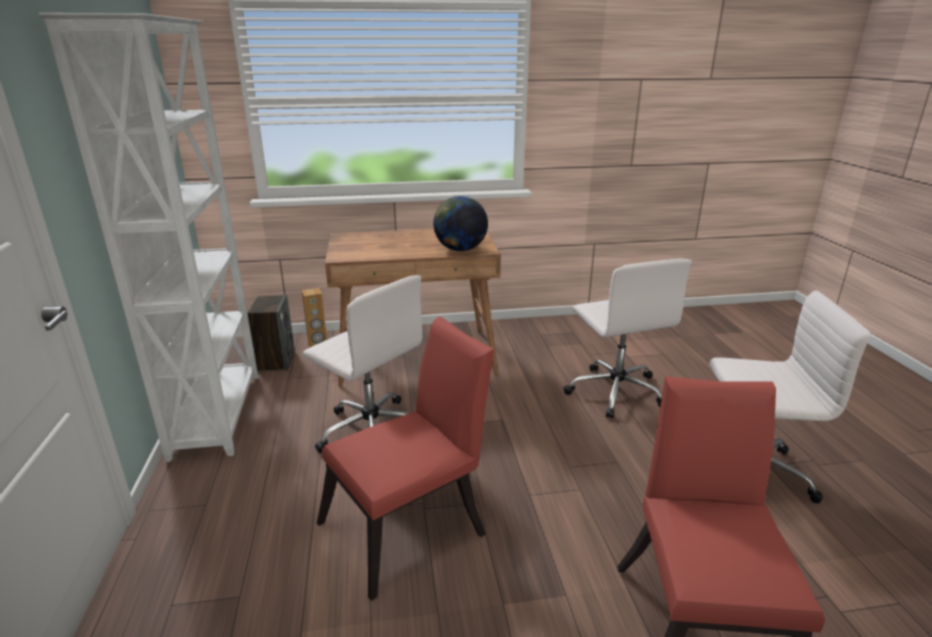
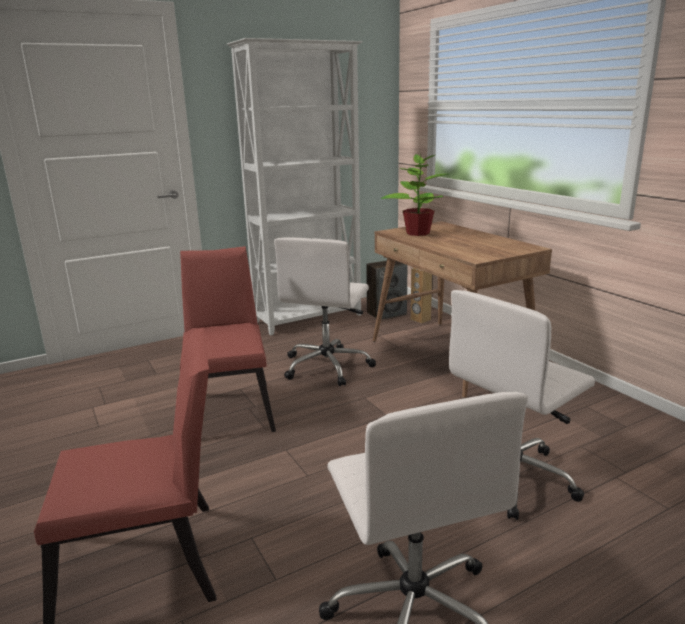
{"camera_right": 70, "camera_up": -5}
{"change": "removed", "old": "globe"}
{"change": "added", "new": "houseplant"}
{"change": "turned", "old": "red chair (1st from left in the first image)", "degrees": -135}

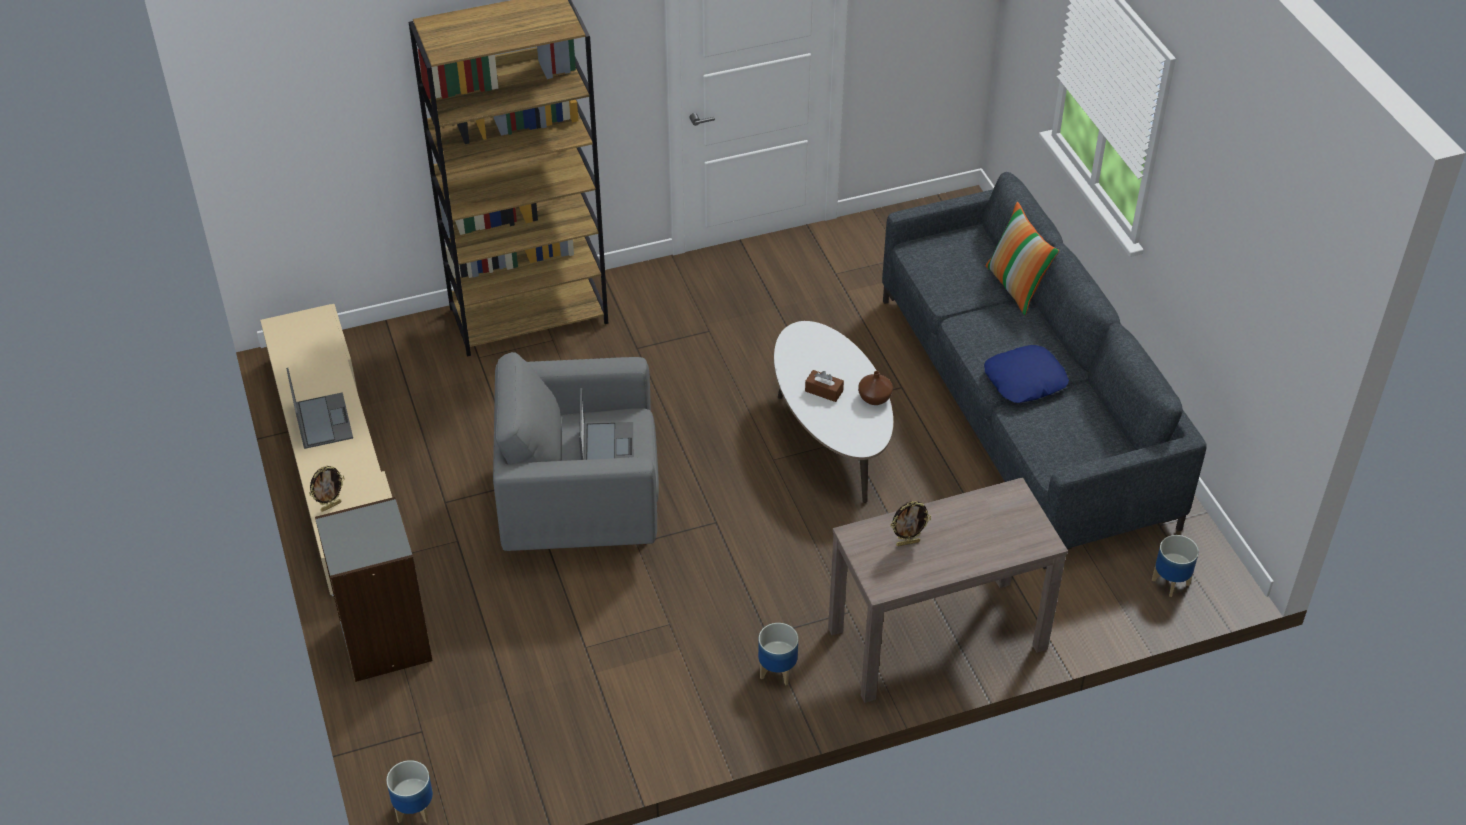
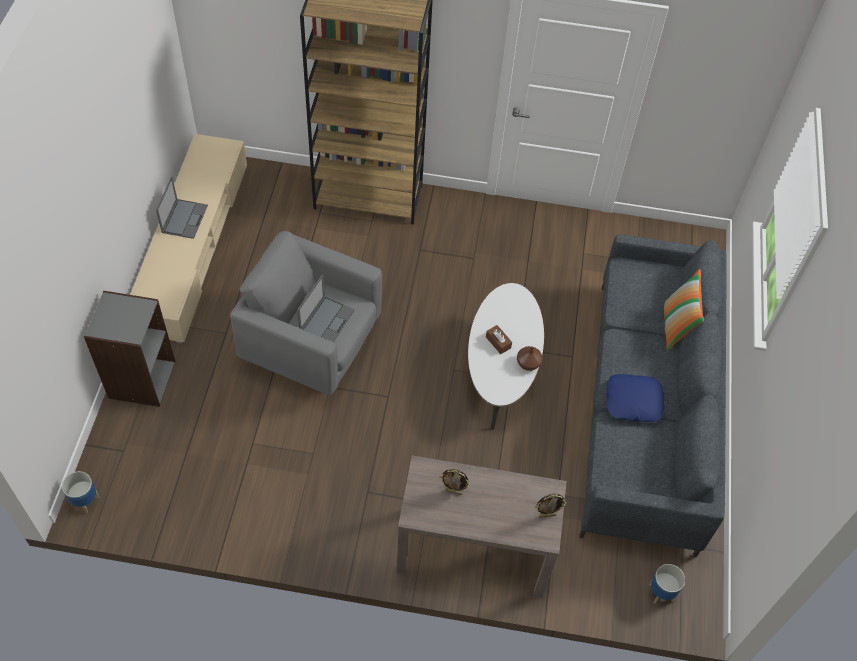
{"camera_right": 25, "camera_up": 10}
{"change": "removed", "old": "flower pot (2nd from left)"}
{"change": "moved", "old": "picture frame (1st from left in the first image)", "new": "picture frame (2nd from left)"}

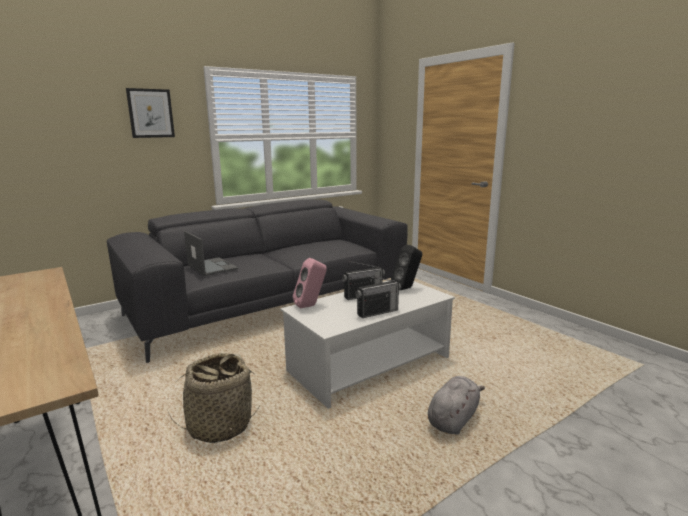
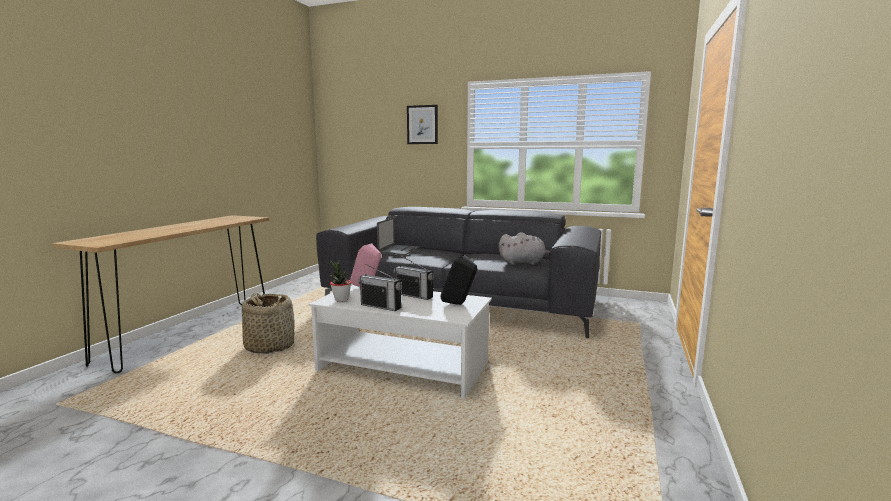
{"camera_right": 55, "camera_up": -5}
{"change": "added", "new": "houseplant"}
{"change": "moved", "old": "grey plush toy"}

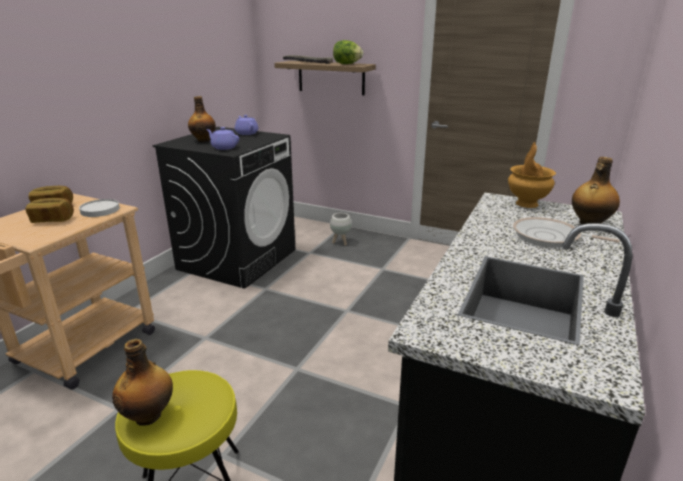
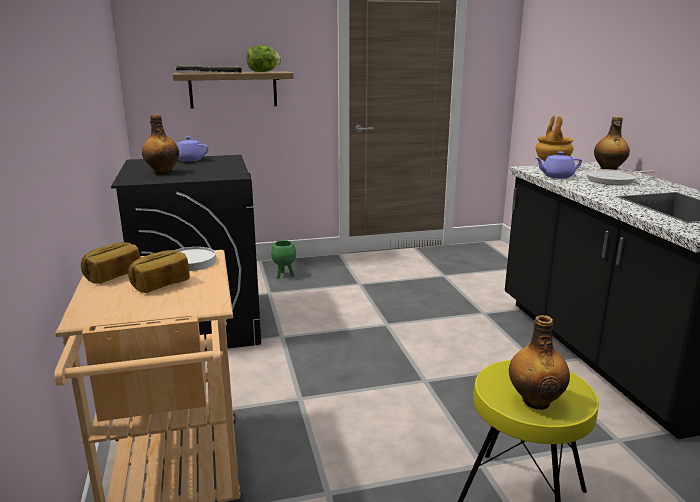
{"camera_right": -40, "camera_up": -5}
{"change": "moved", "old": "purple pot for tea (1st from left in the first image)", "new": "purple pot for tea (2nd from left)"}
{"change": "recoloured", "old": "white flower pot", "new": "green flower pot"}

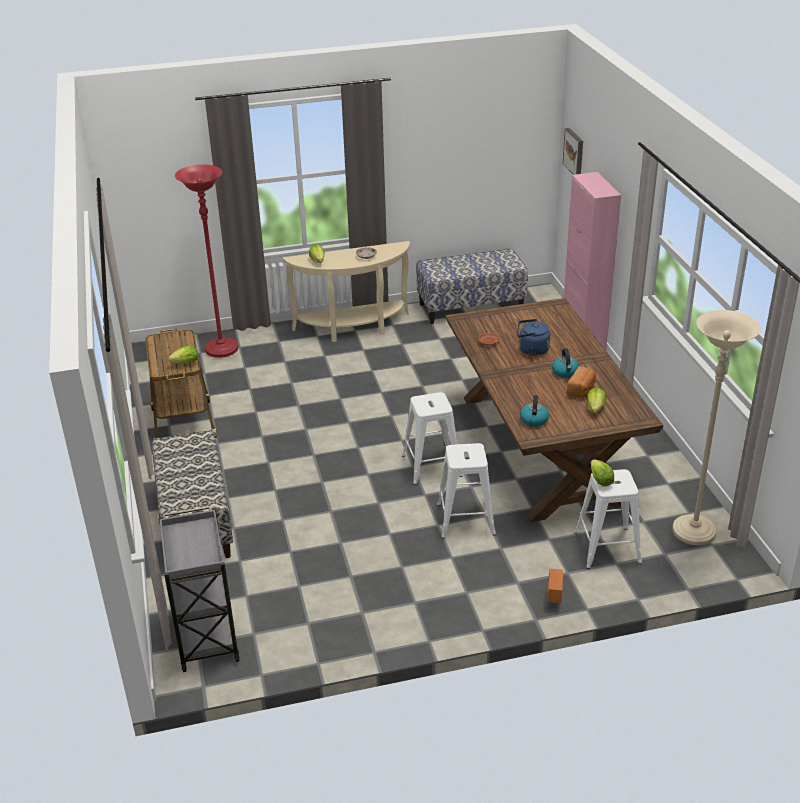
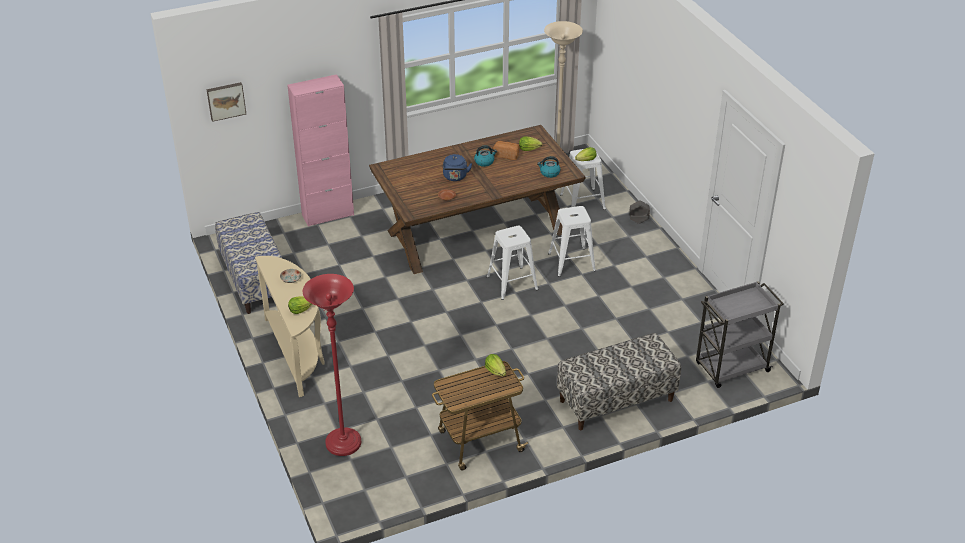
{"camera_right": -100, "camera_up": 5}
{"change": "recoloured", "old": "orange flower pot", "new": "grey flower pot"}

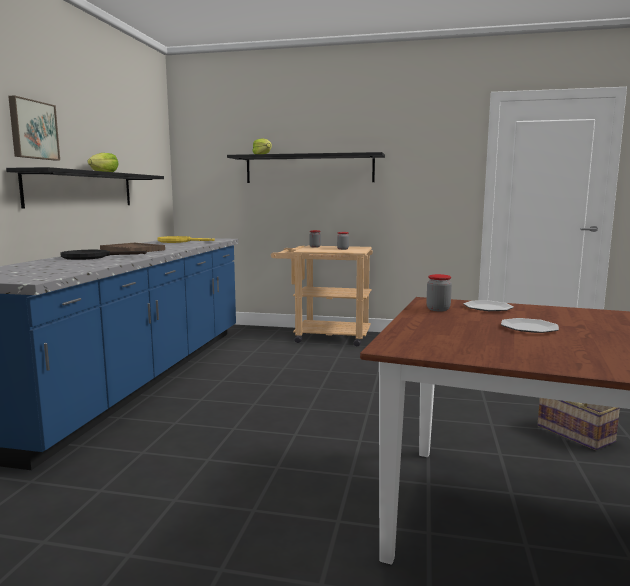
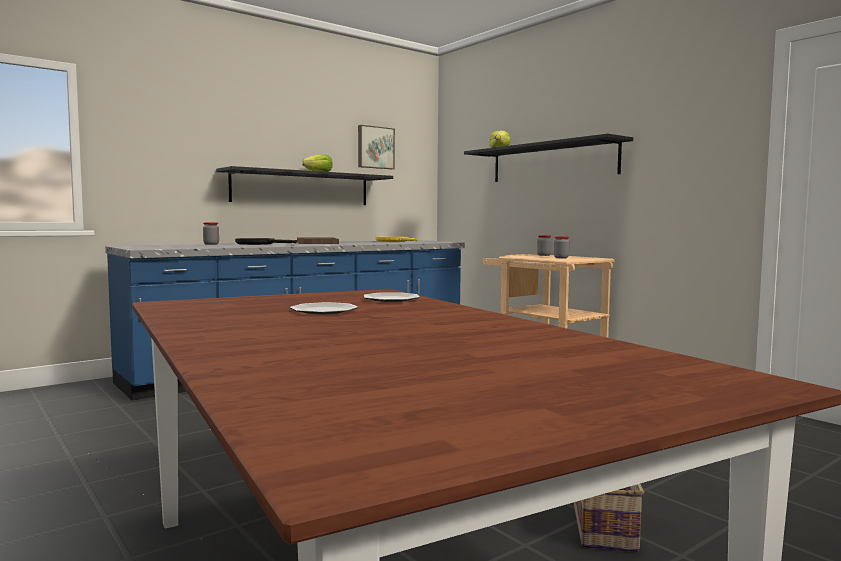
{"camera_right": 40, "camera_up": -5}
{"change": "moved", "old": "wall art"}
{"change": "moved", "old": "jar (3rd from left in the first image)", "new": "jar (1st from left)"}

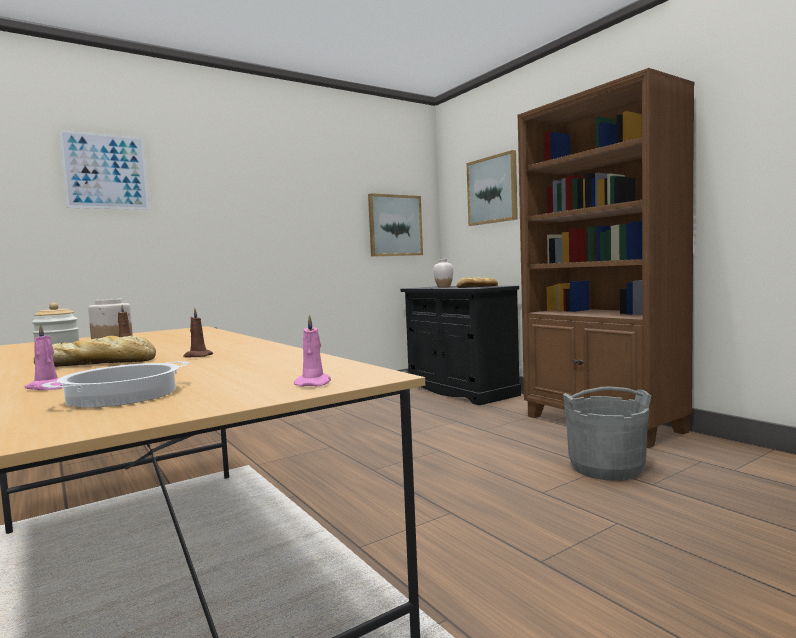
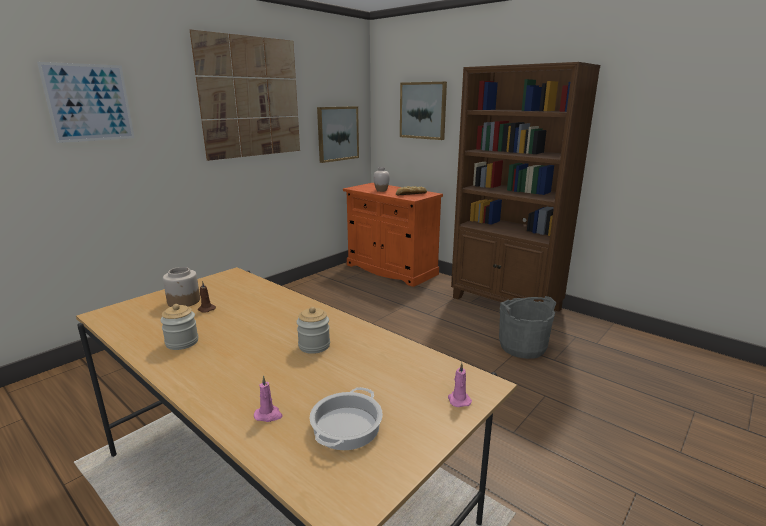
{"camera_right": -15, "camera_up": 15}
{"change": "removed", "old": "bakery bread (1st from left)"}
{"change": "added", "new": "wall art (2nd from left)"}
{"change": "replaced", "old": "brown-coloured candle (2nd from left)", "new": "jar (3rd from left)"}
{"change": "recoloured", "old": "blackish storage cabinet", "new": "orange storage cabinet"}

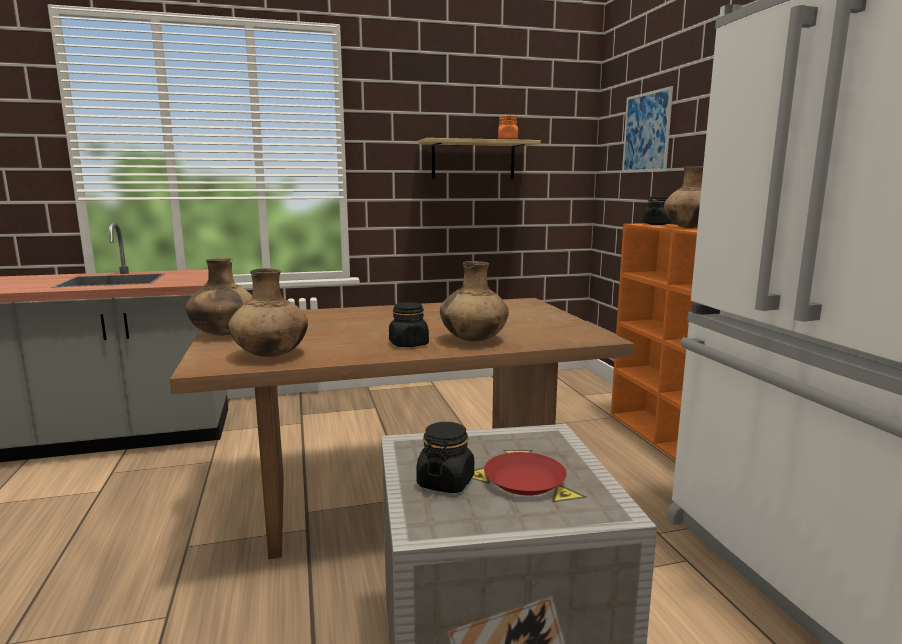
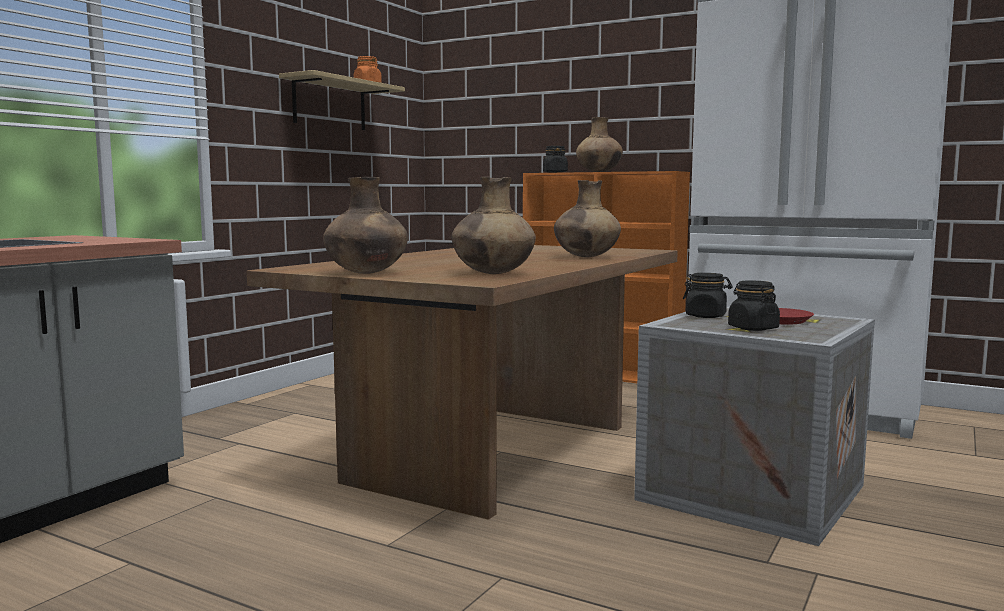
{"camera_right": -45, "camera_up": -5}
{"change": "removed", "old": "wall art"}
{"change": "moved", "old": "blackish jar (1st from left in the first image)", "new": "blackish jar (2nd from left)"}

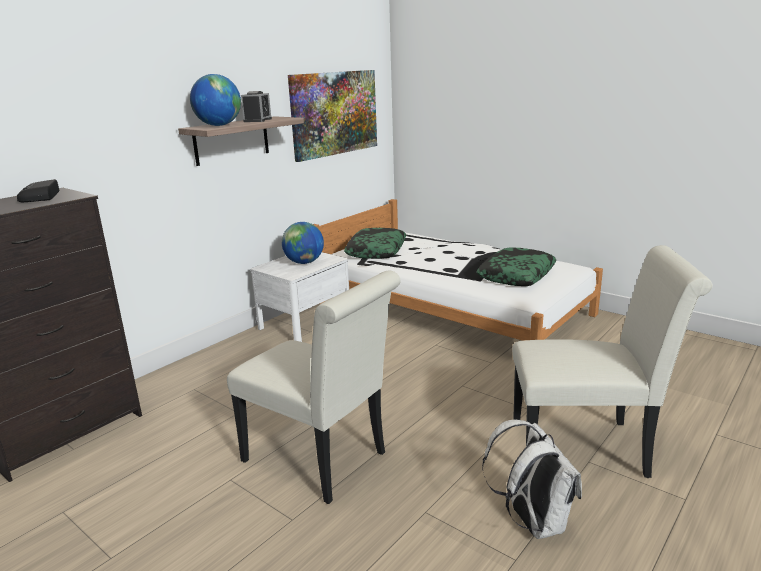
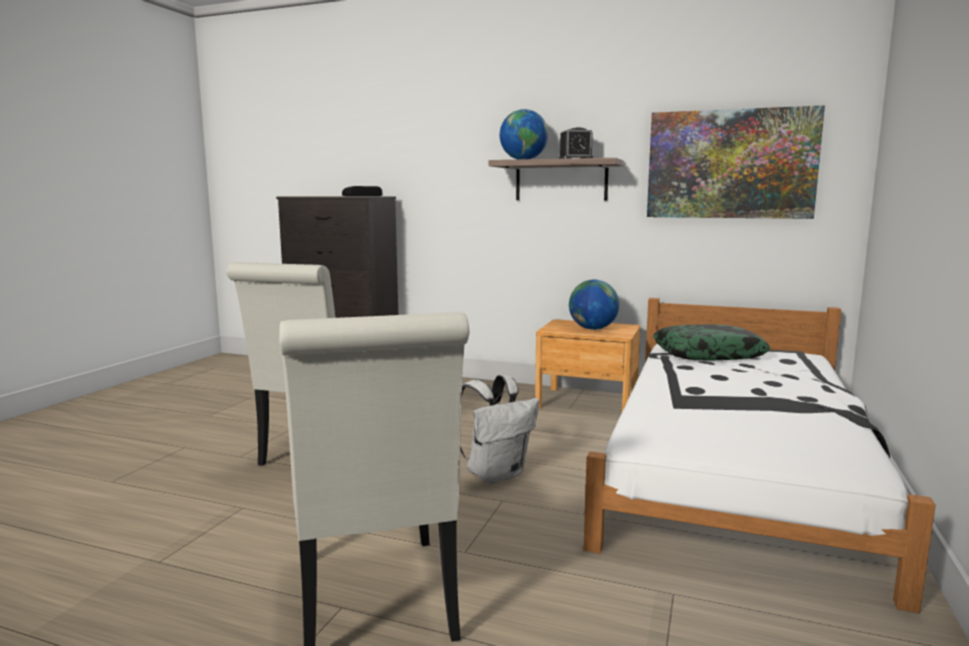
{"camera_right": 70, "camera_up": -10}
{"change": "removed", "old": "pillow (2nd from left)"}
{"change": "moved", "old": "white knapsack"}
{"change": "recoloured", "old": "white bedside table", "new": "brown-coloured bedside table"}

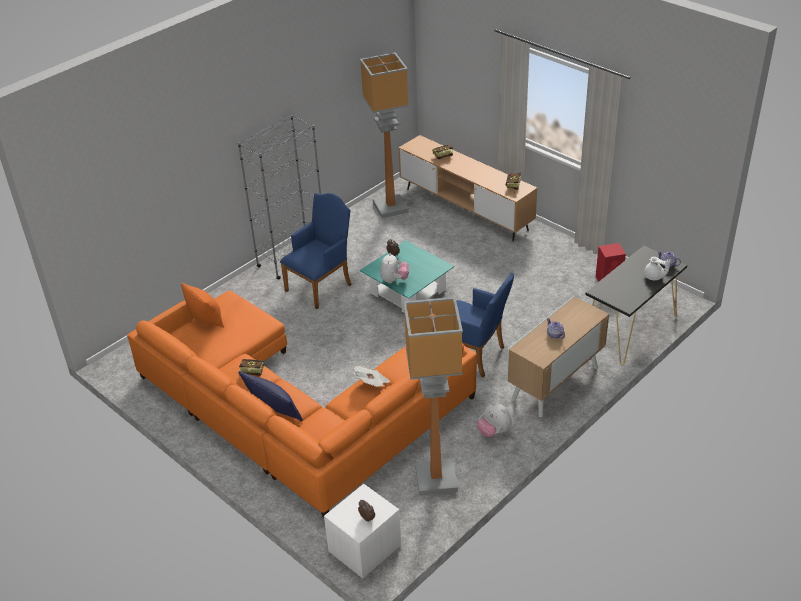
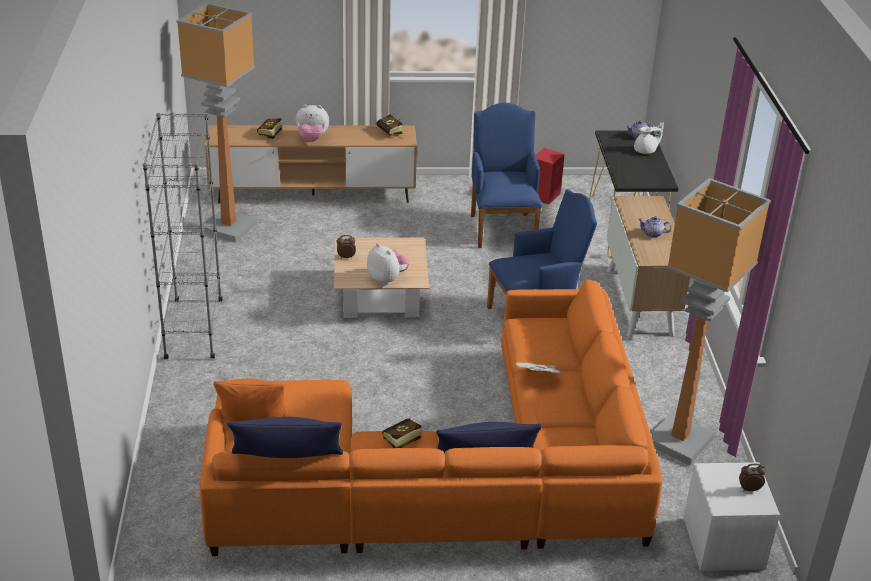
{"camera_right": -50, "camera_up": -5}
{"change": "added", "new": "blue pillow (1st from left)"}
{"change": "moved", "old": "blue armchair (1st from left)"}
{"change": "moved", "old": "plush toy (2nd from left in the first image)", "new": "plush toy (1st from left)"}
{"change": "recoloured", "old": "blue-green coffee table", "new": "beige coffee table"}

